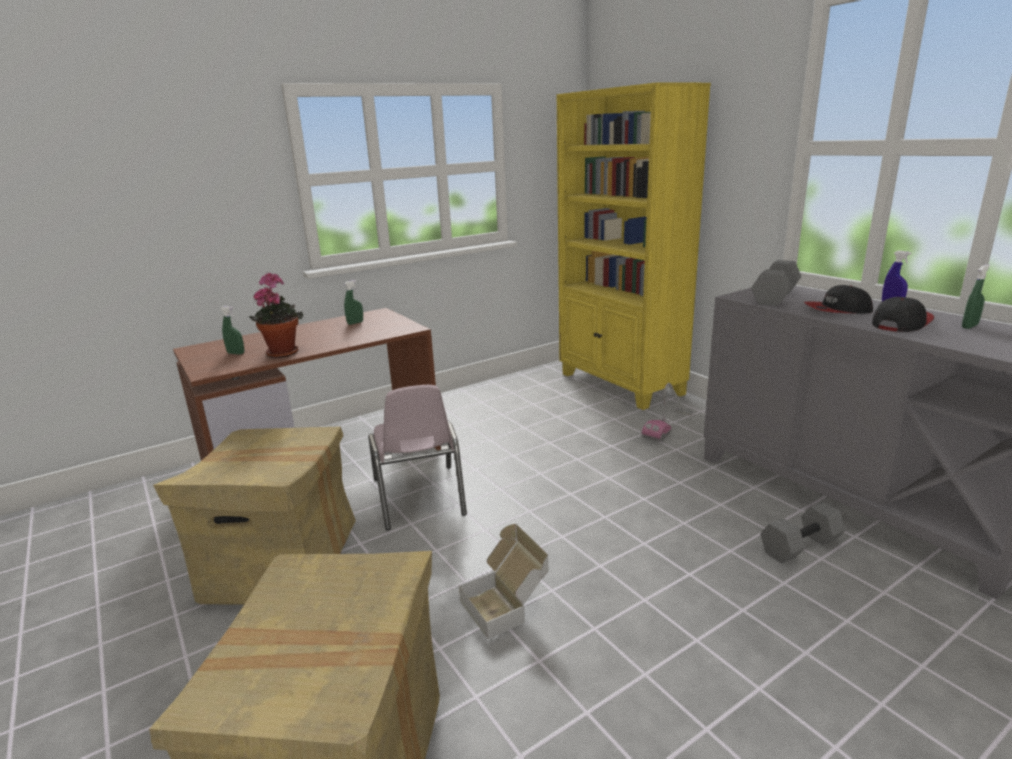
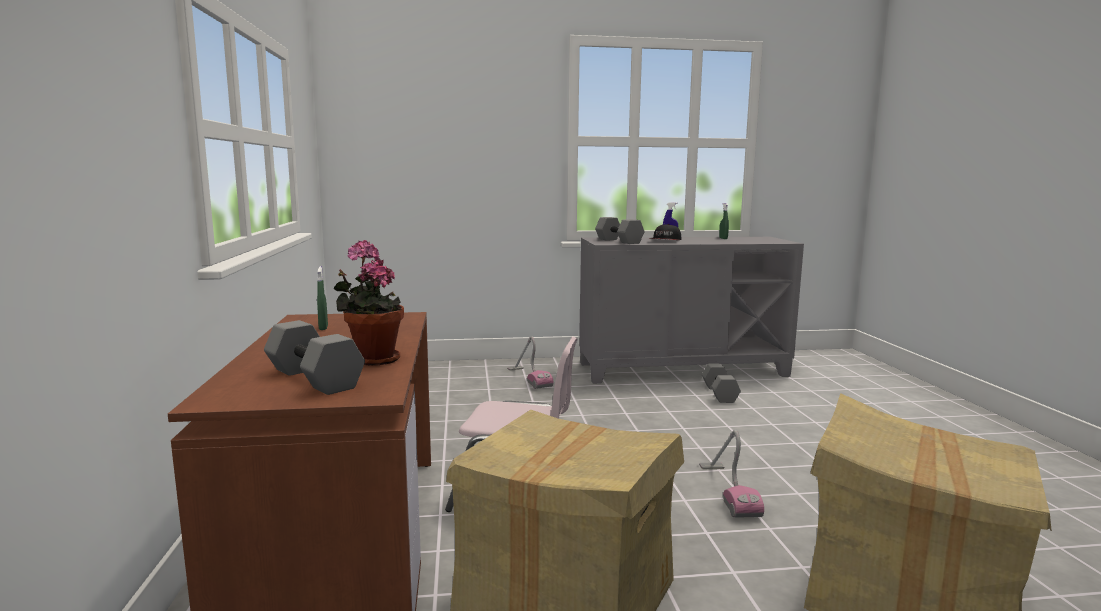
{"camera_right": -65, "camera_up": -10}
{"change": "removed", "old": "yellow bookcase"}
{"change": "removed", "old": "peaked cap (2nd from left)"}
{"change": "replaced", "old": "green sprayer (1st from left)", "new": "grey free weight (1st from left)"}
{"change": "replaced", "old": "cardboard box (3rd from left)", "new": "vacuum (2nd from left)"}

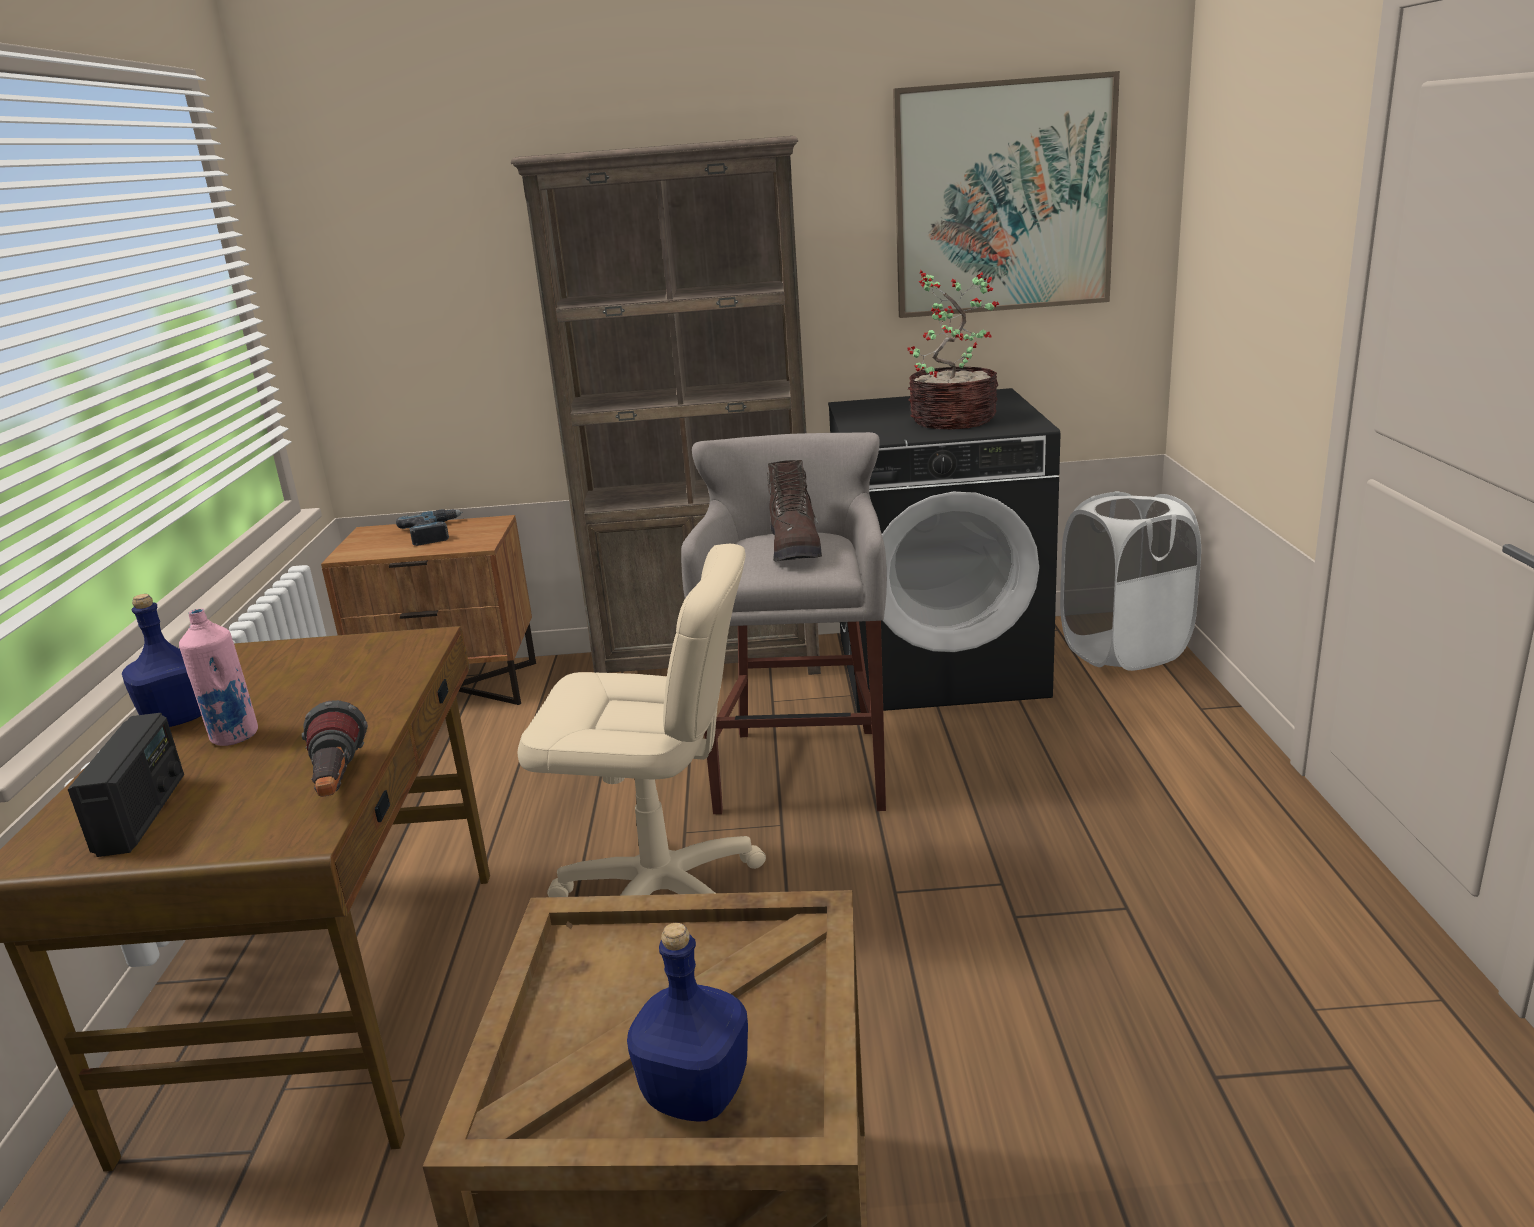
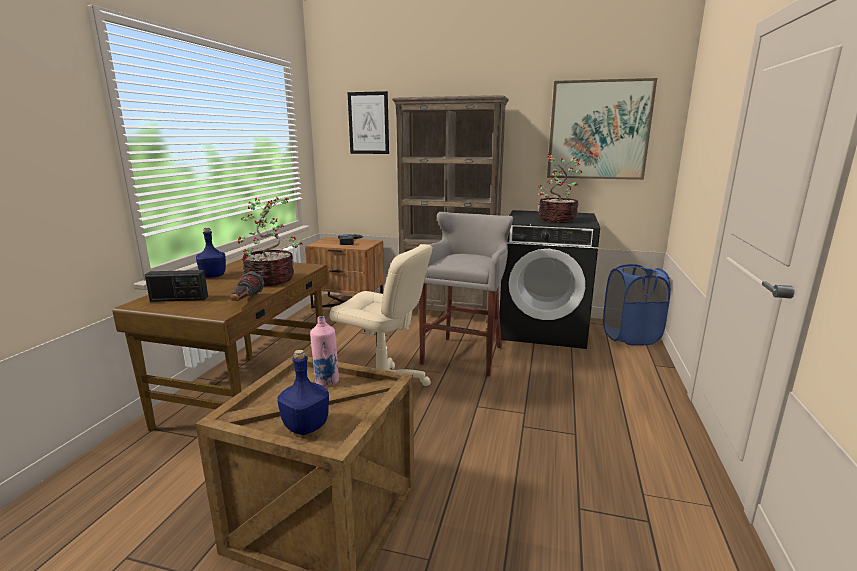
{"camera_right": 15, "camera_up": -5}
{"change": "removed", "old": "brown-coloured boot"}
{"change": "added", "new": "houseplant (1st from left)"}
{"change": "added", "new": "wall art (1st from left)"}
{"change": "moved", "old": "pinkish drink bottle"}
{"change": "recoloured", "old": "white washing basket", "new": "blue washing basket"}
{"change": "turned", "old": "radio set", "degrees": 75}

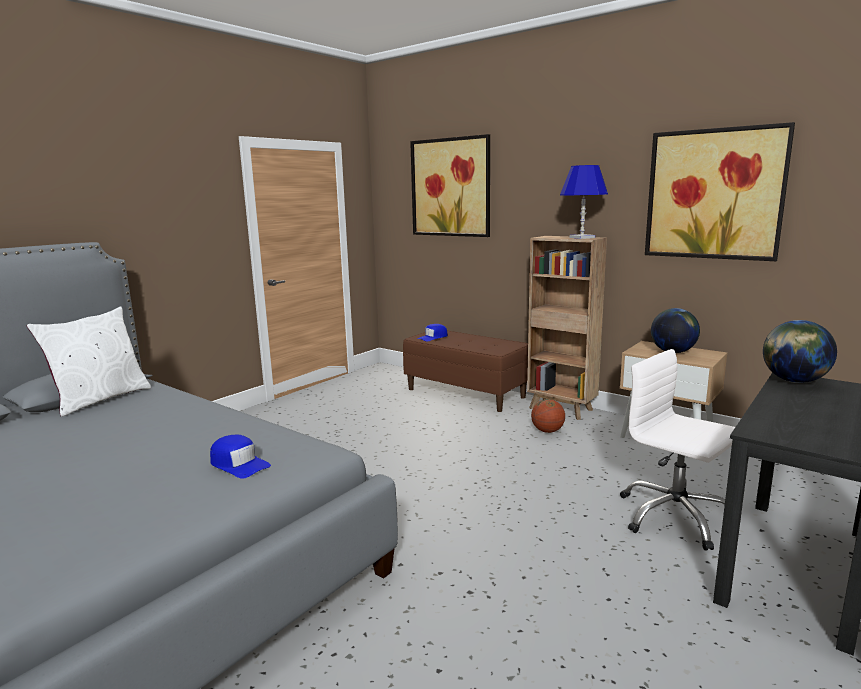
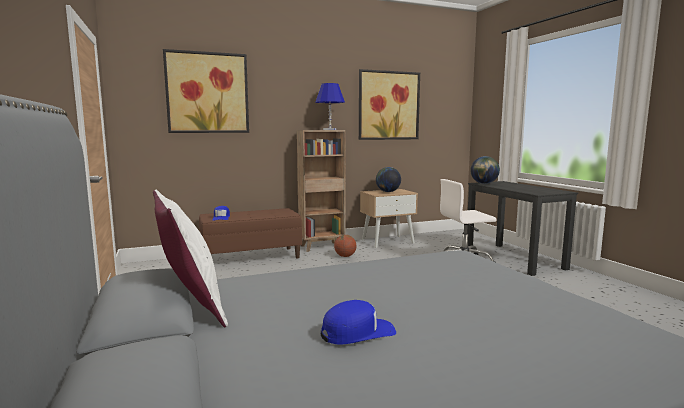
{"camera_right": -60, "camera_up": -5}
{"change": "moved", "old": "blue peaked cap (1st from left in the first image)", "new": "blue peaked cap (2nd from left)"}

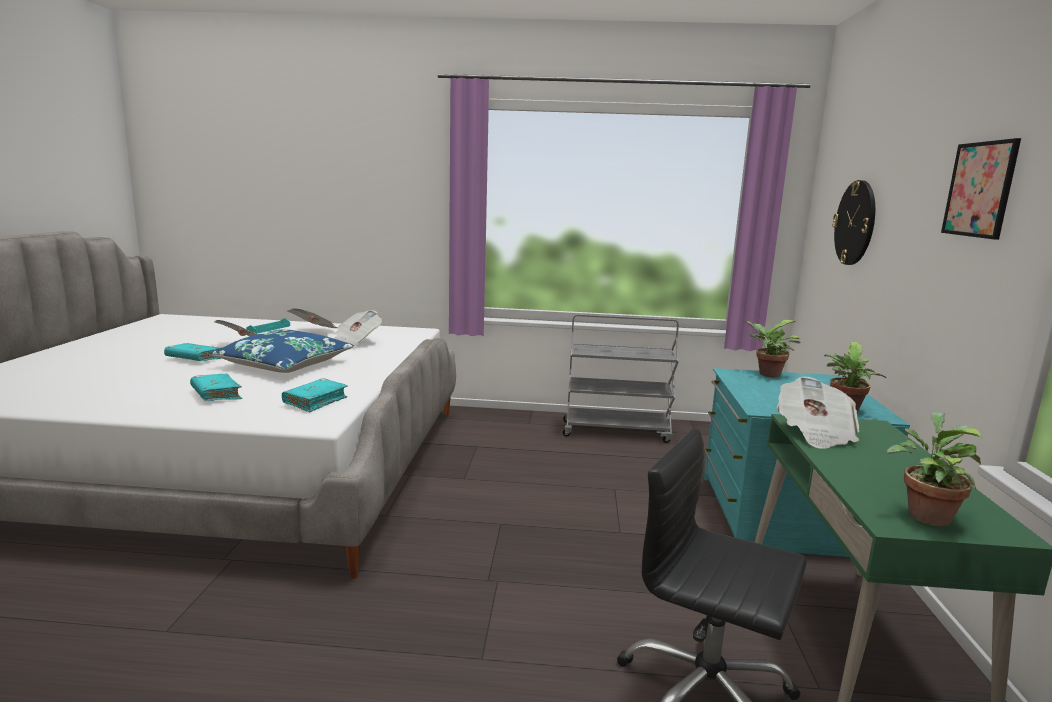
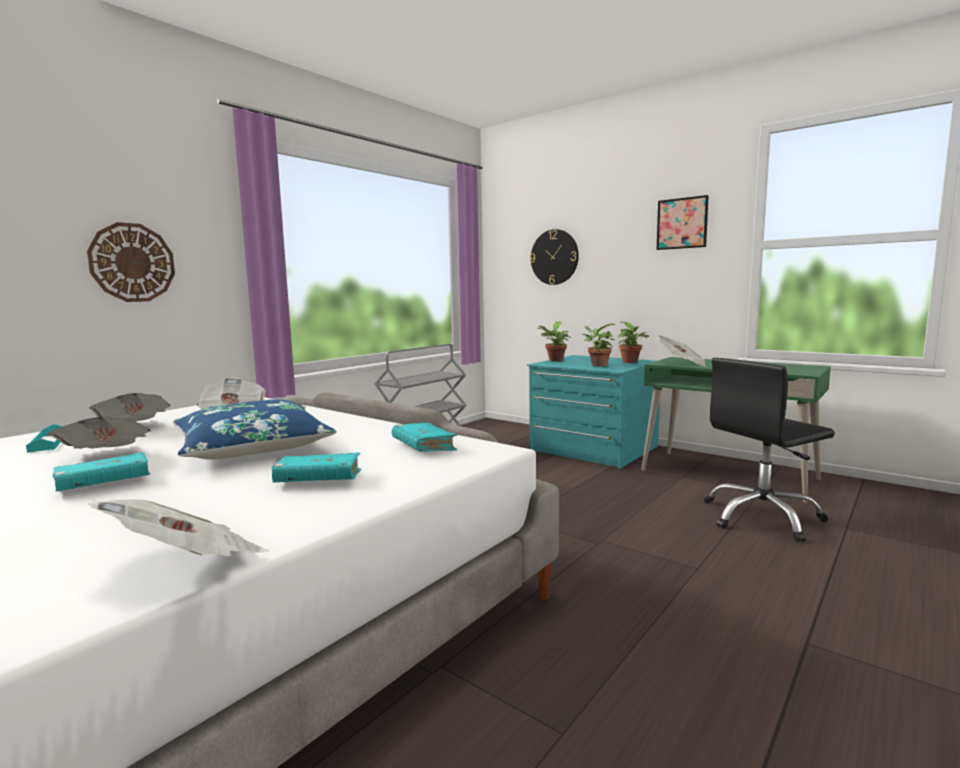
{"camera_right": -55, "camera_up": -5}
{"change": "added", "new": "wall clock (1st from left)"}
{"change": "added", "new": "newspaper (3rd from left)"}
{"change": "moved", "old": "houseplant (3rd from left in the first image)", "new": "houseplant (2nd from left)"}

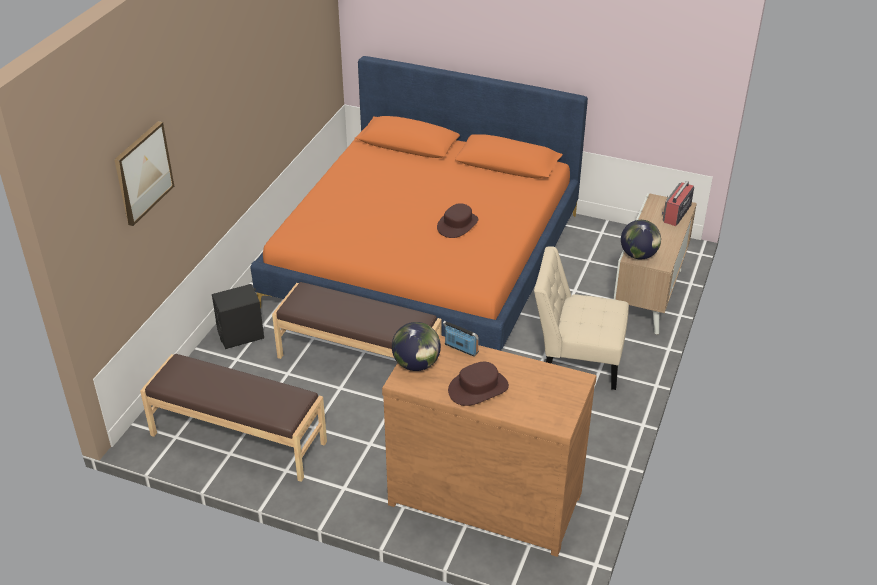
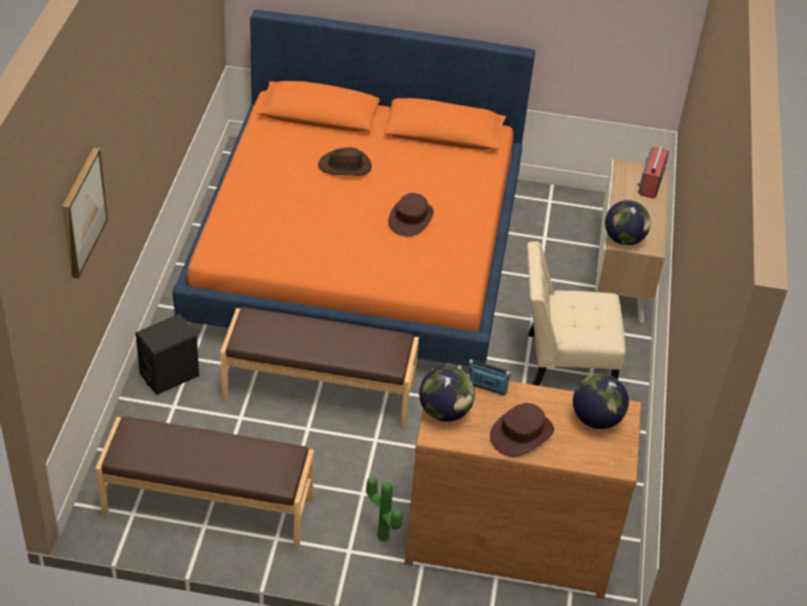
{"camera_right": -15, "camera_up": 5}
{"change": "added", "new": "brown-coloured wearable hat (1st from left)"}
{"change": "added", "new": "houseplant"}
{"change": "added", "new": "globe (2nd from left)"}

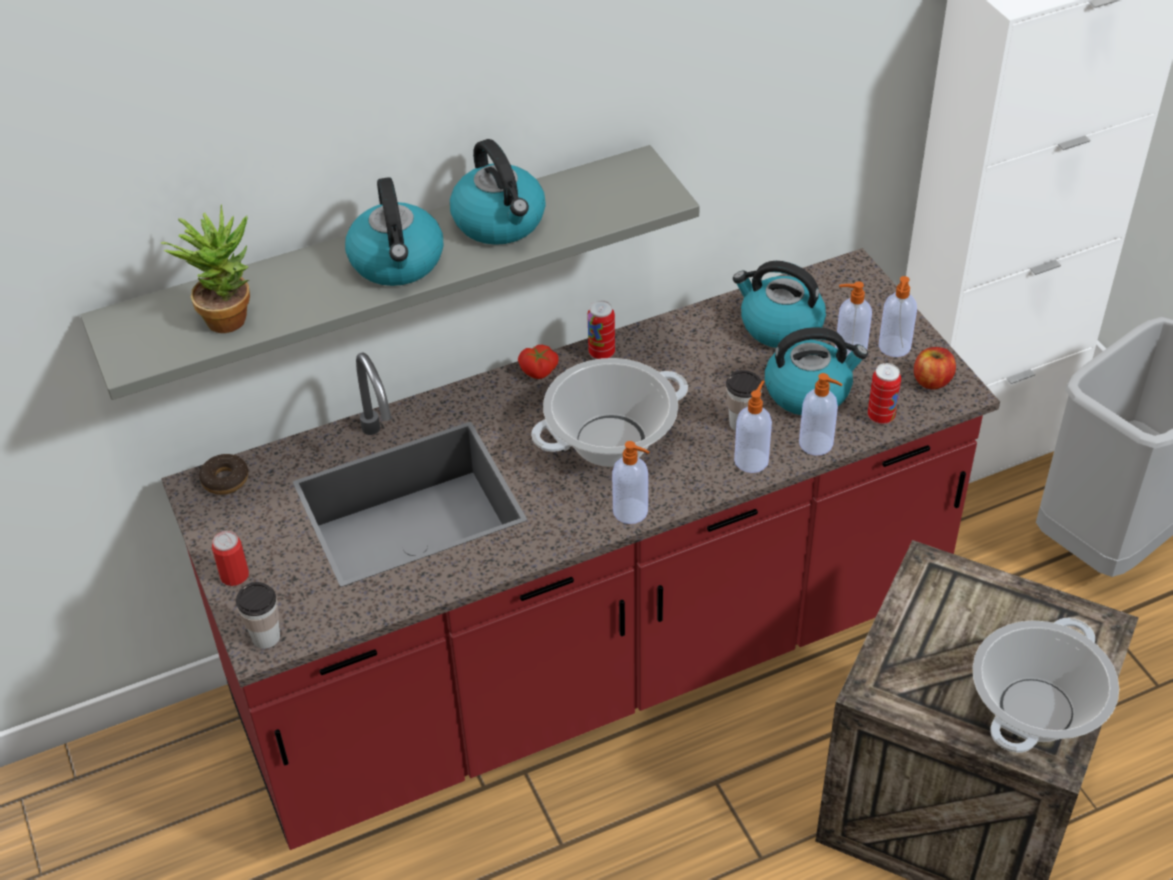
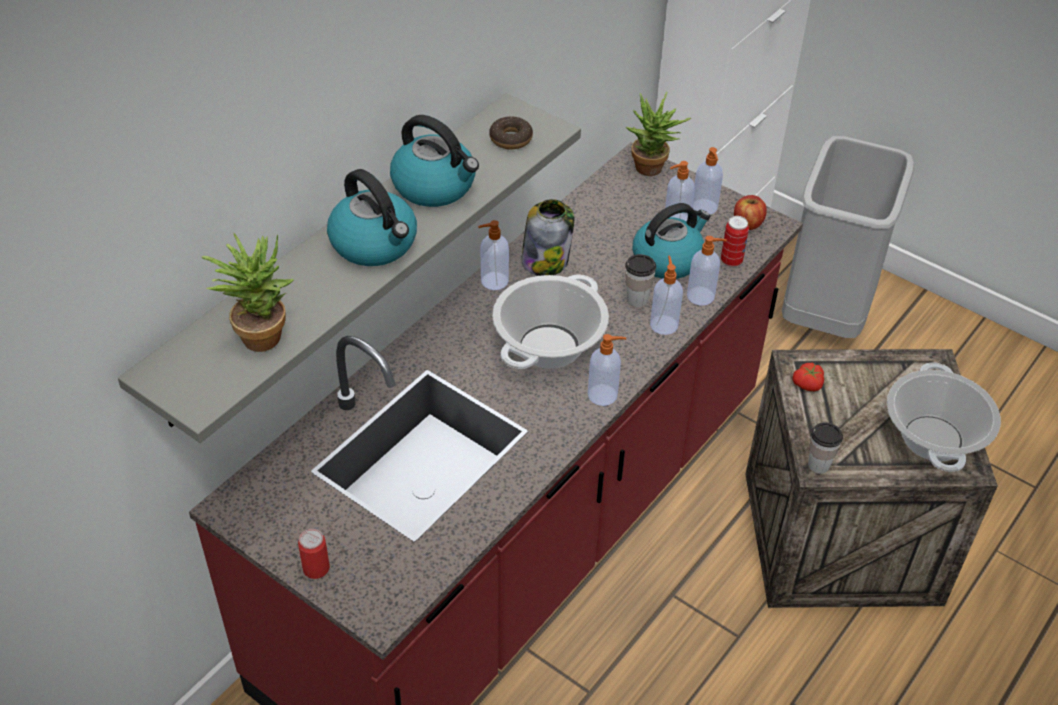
{"camera_right": -30, "camera_up": 0}
{"change": "removed", "old": "tea kettle (3rd from left)"}
{"change": "added", "new": "jar"}
{"change": "added", "new": "houseplant (2nd from left)"}
{"change": "moved", "old": "donut"}
{"change": "moved", "old": "small cup (1st from left in the first image)", "new": "small cup (2nd from left)"}
{"change": "moved", "old": "tomato"}
{"change": "replaced", "old": "sealed can (2nd from left)", "new": "liquid soap bottle (1st from left)"}

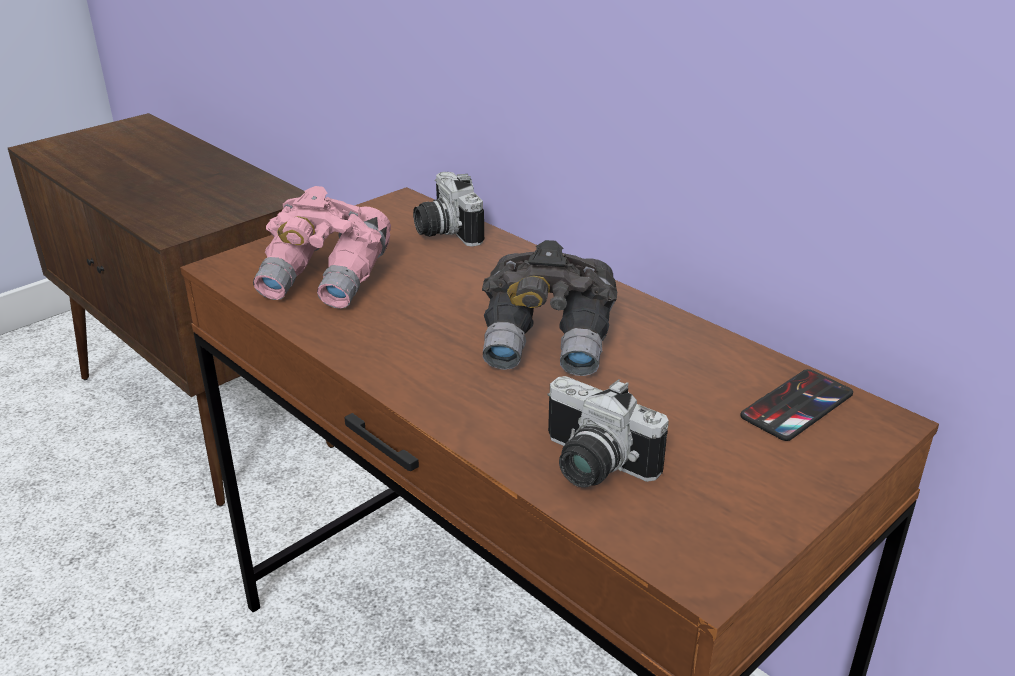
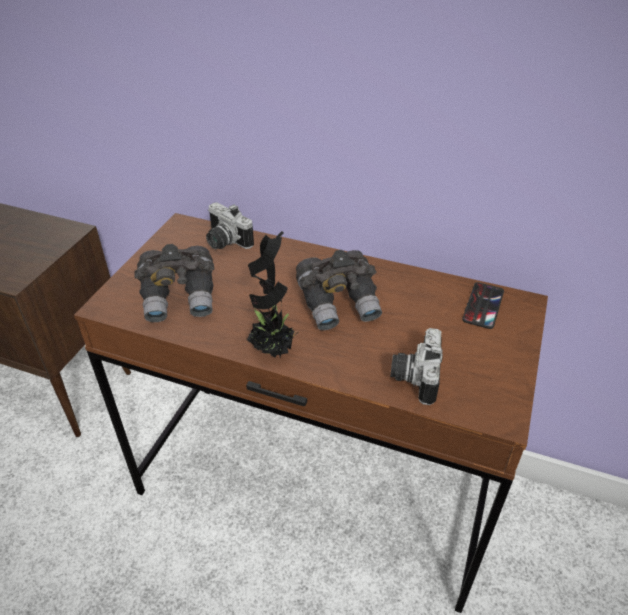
{"camera_right": -25, "camera_up": 10}
{"change": "added", "new": "houseplant"}
{"change": "recoloured", "old": "pinkish field glasses", "new": "grey field glasses (1st from left)"}
{"change": "turned", "old": "still camera (2nd from left)", "degrees": 90}

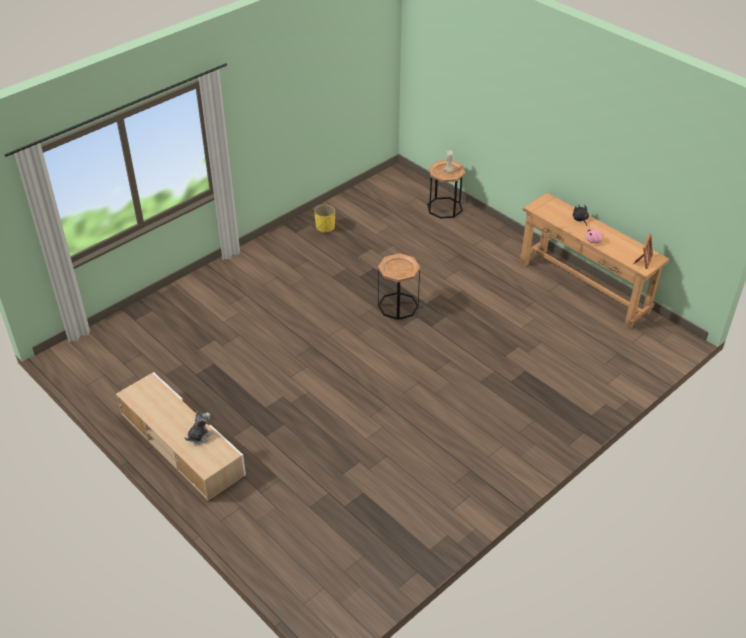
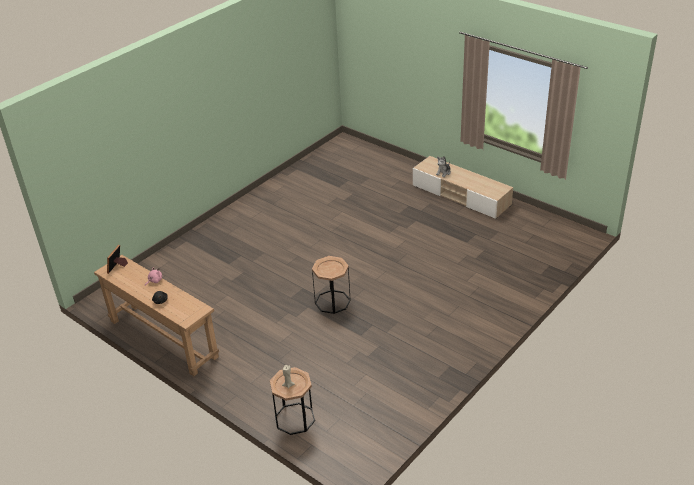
{"camera_right": 175, "camera_up": -5}
{"change": "removed", "old": "yellow flower pot"}

